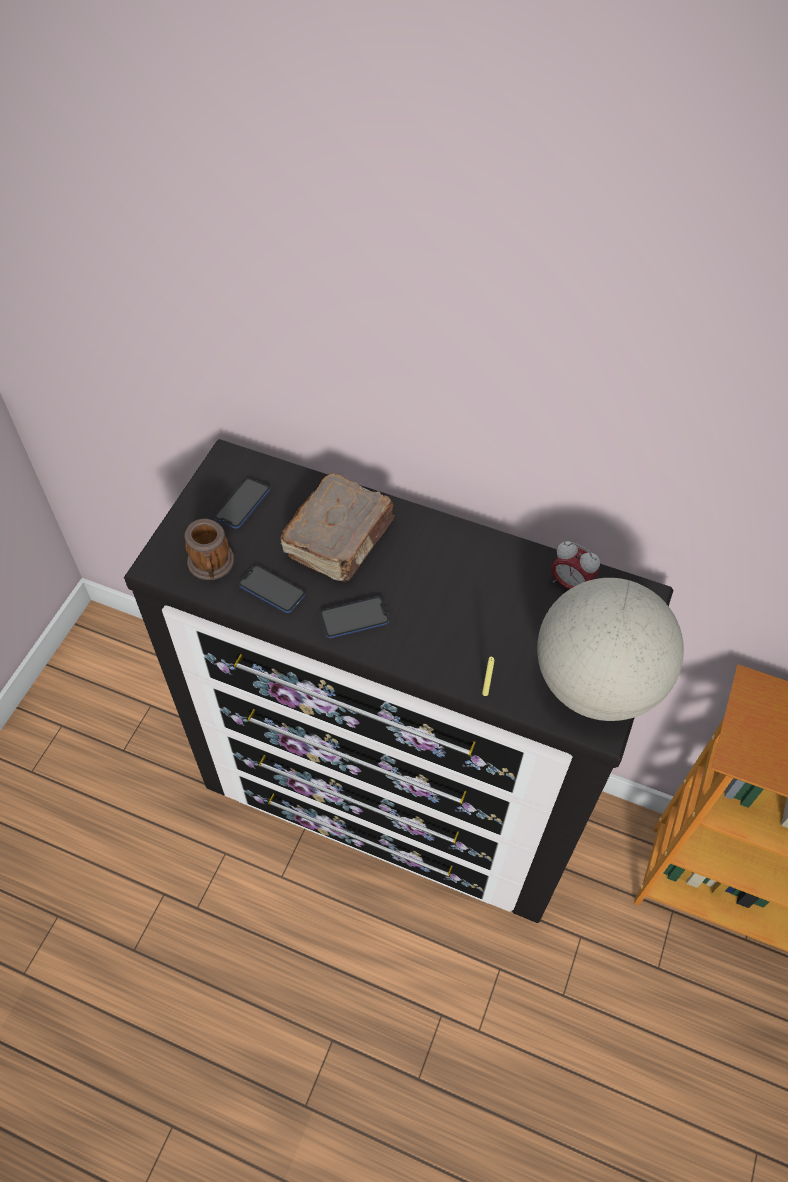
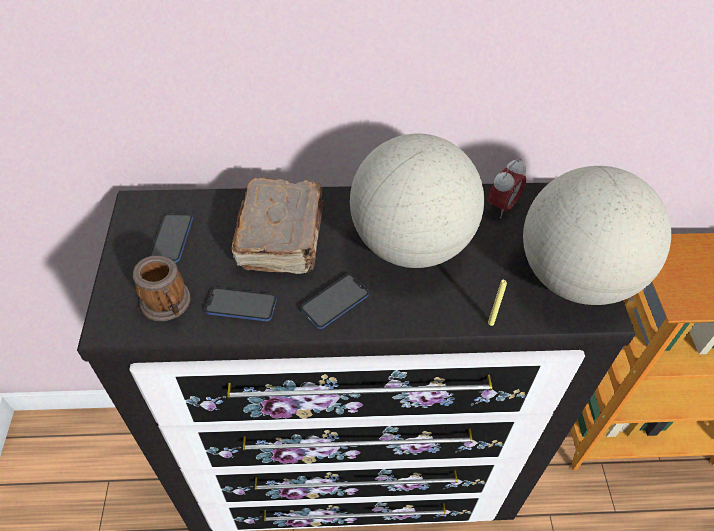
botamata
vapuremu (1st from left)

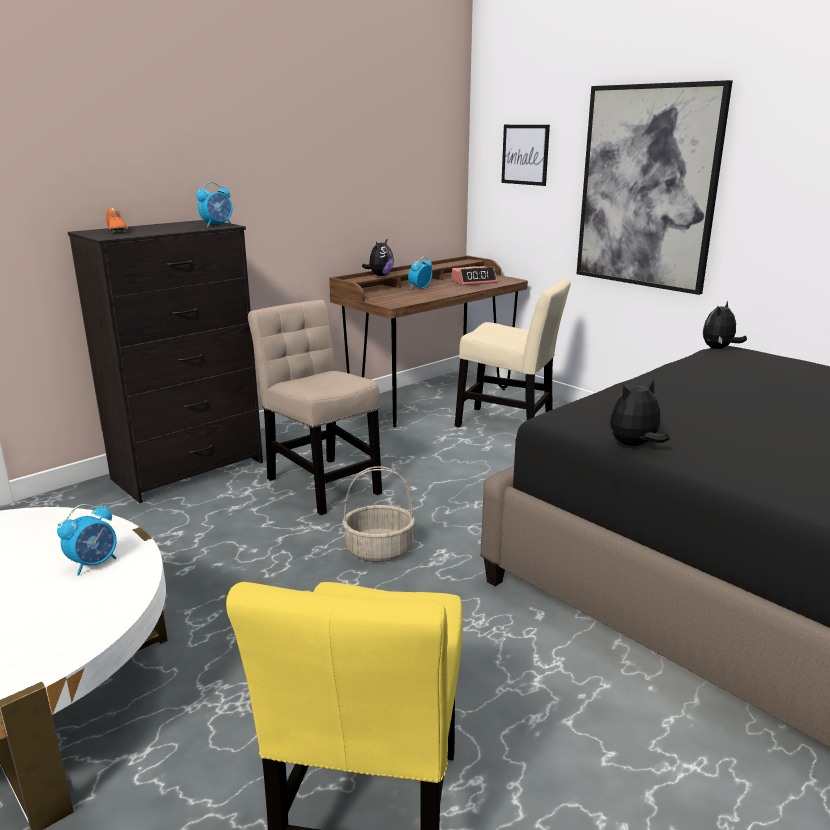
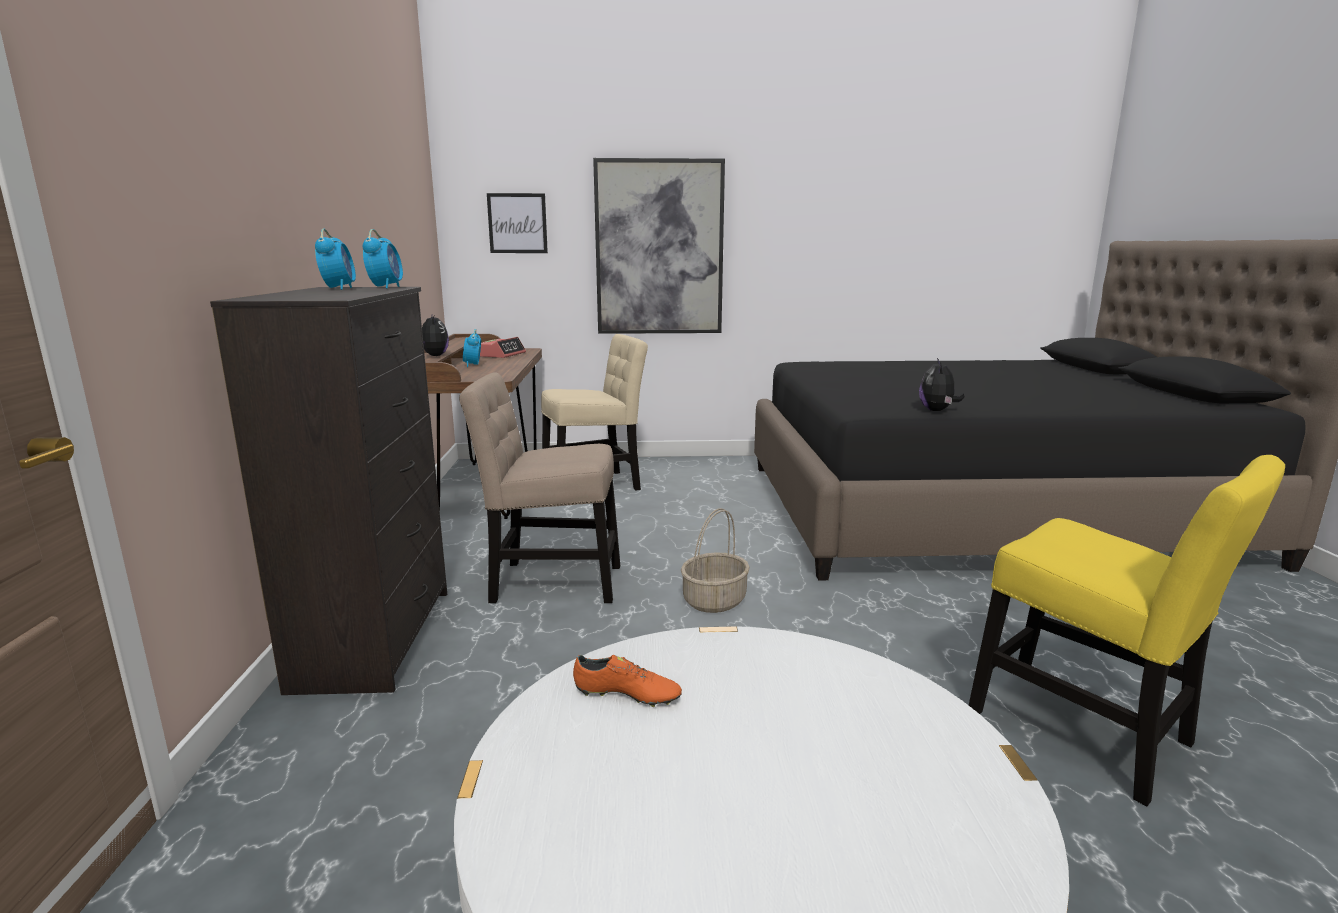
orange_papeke
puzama (3rd from left in the first image)
botamata (1st from left)

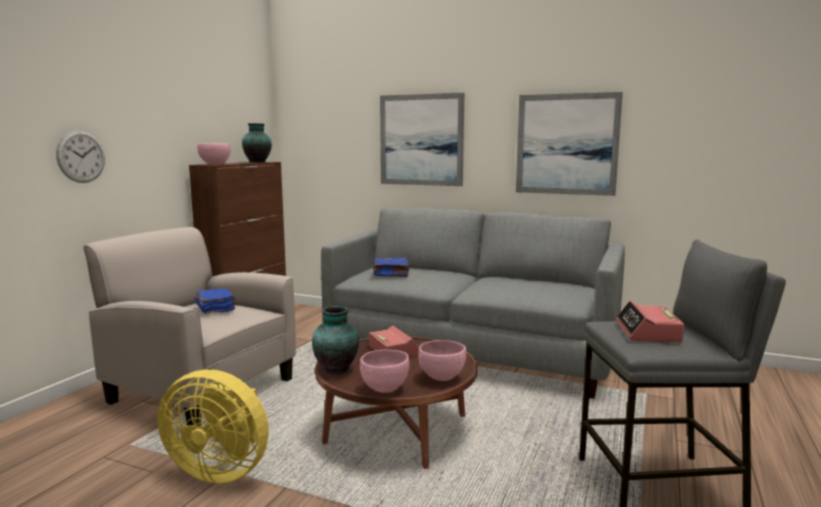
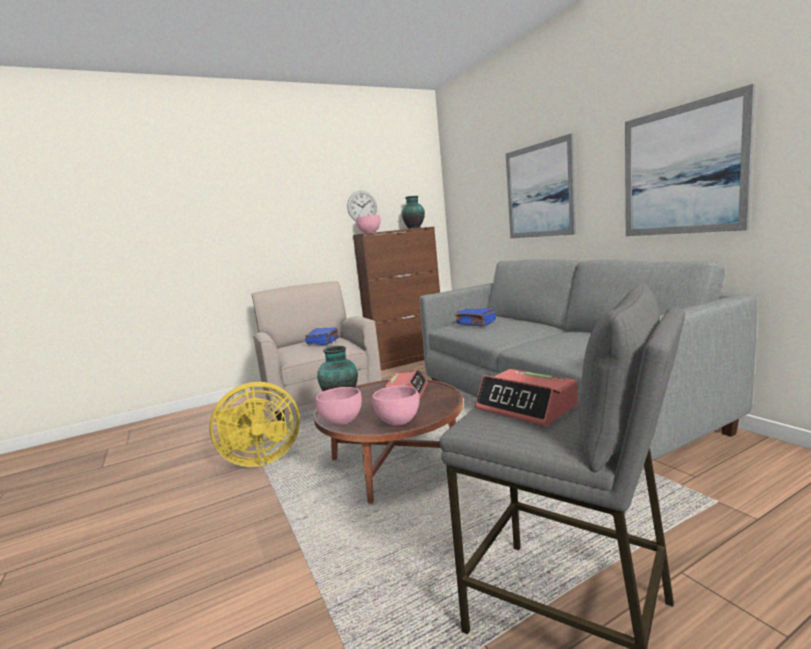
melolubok
botamata (2nd from left)
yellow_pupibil

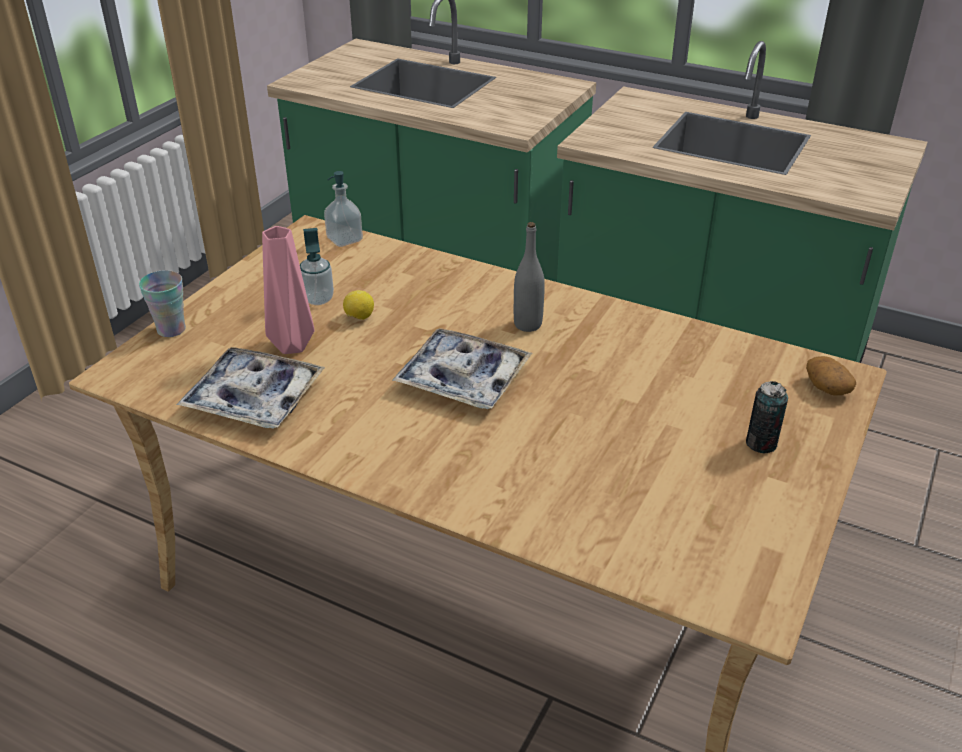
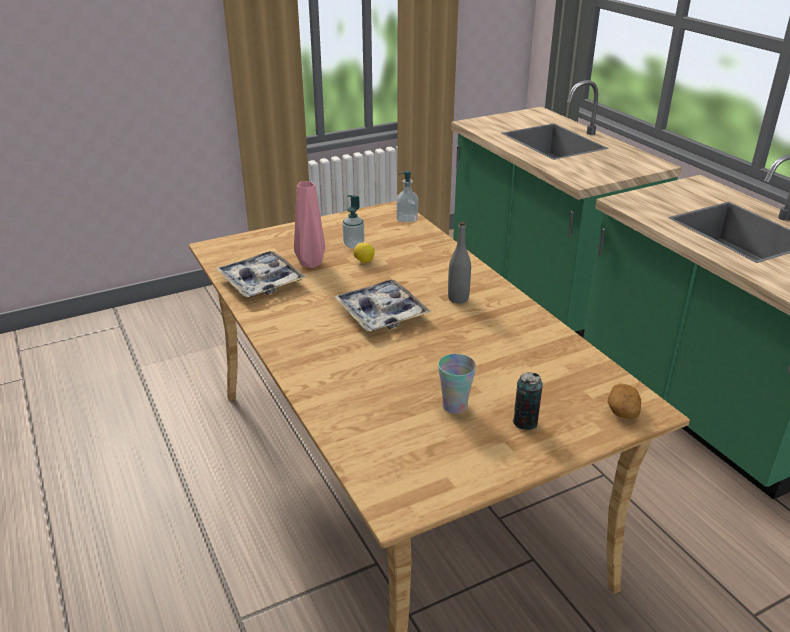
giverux

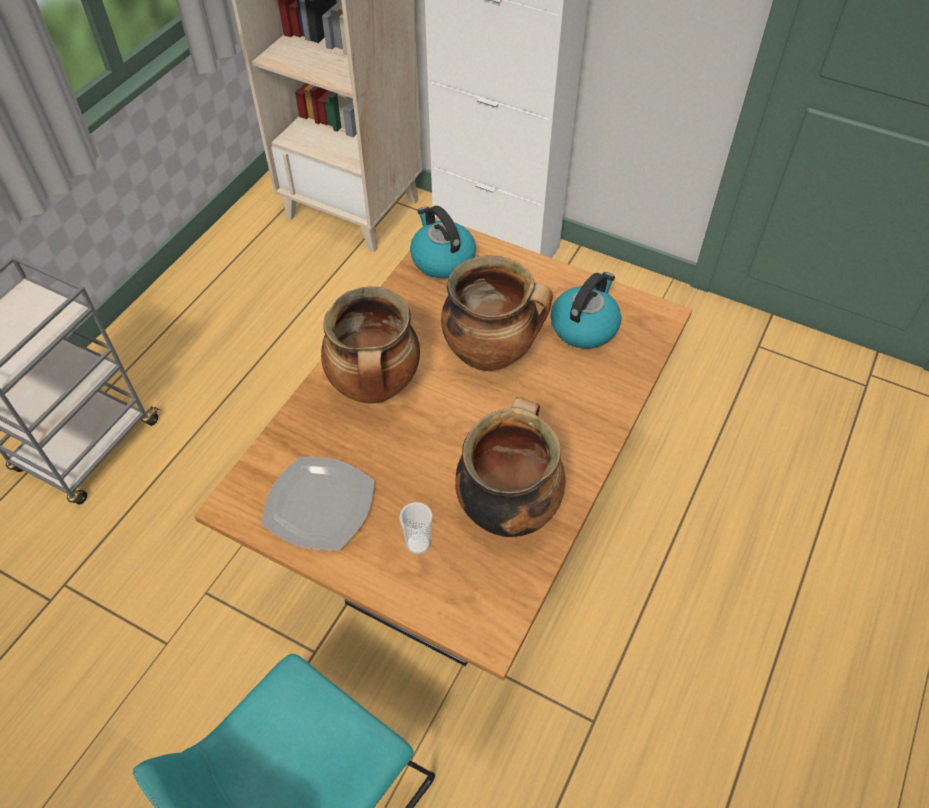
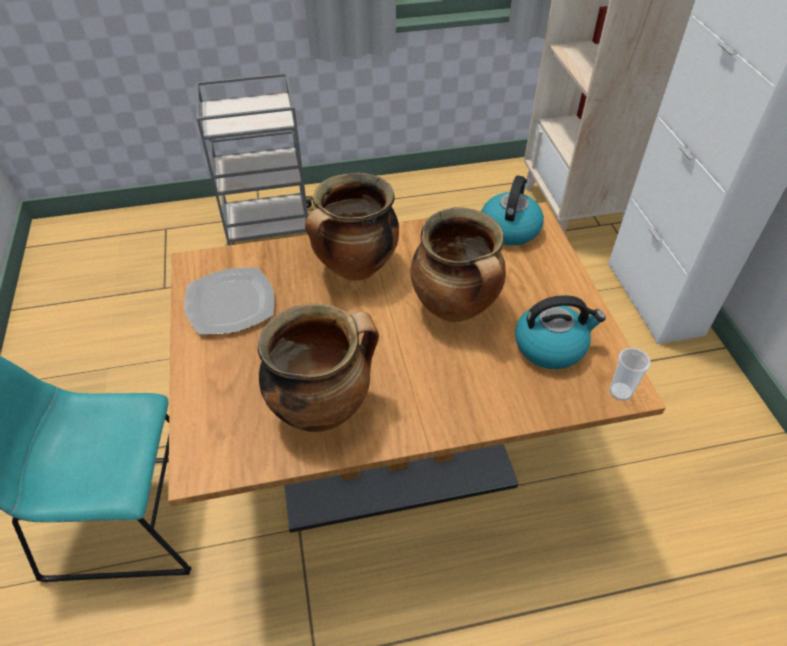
giverux

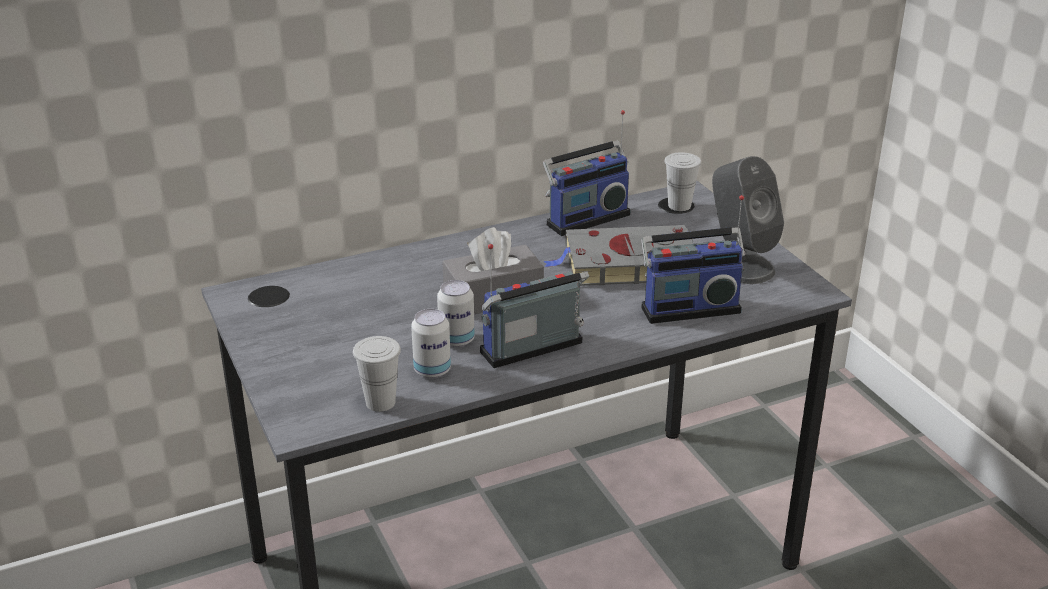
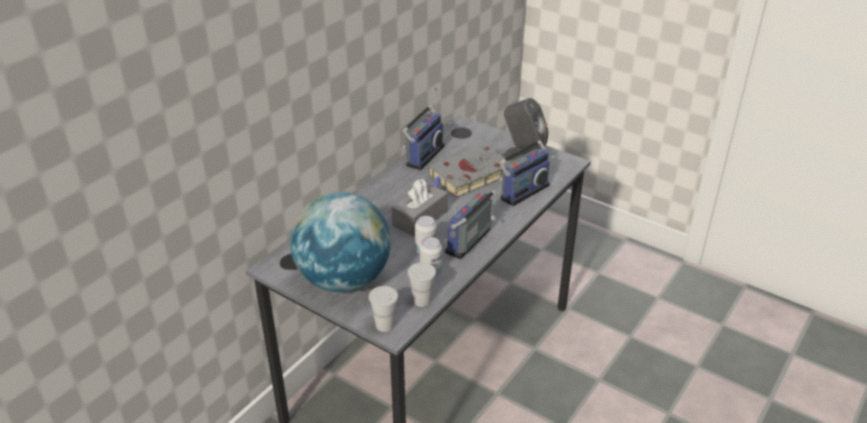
white_giverux (1st from left)
vapuremu

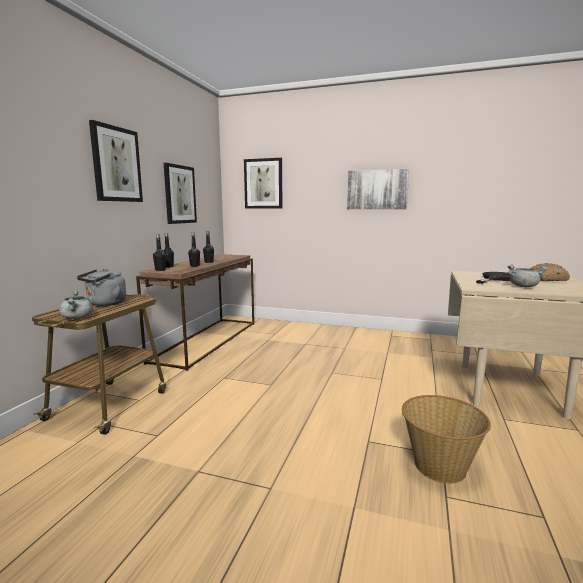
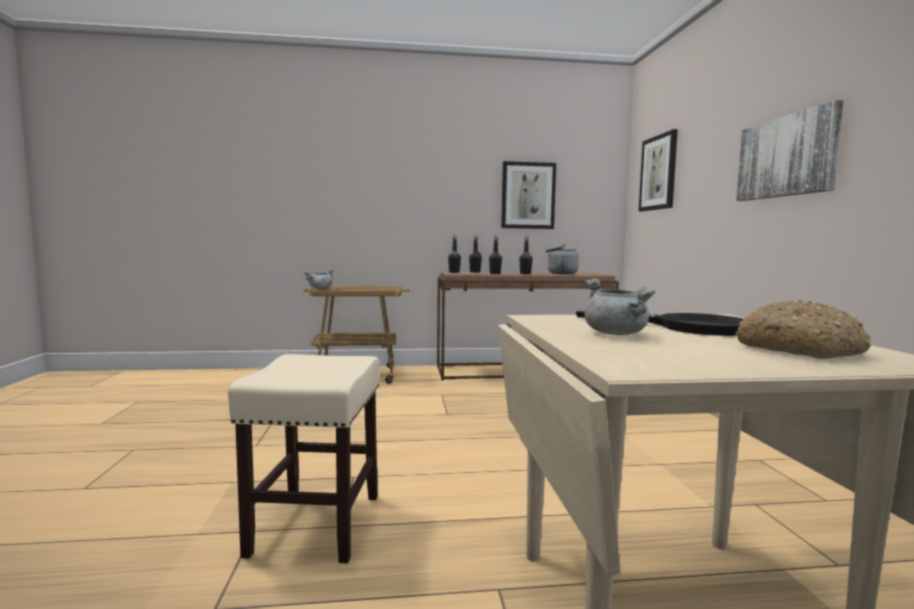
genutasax (1st from left in the first image)
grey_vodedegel
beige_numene

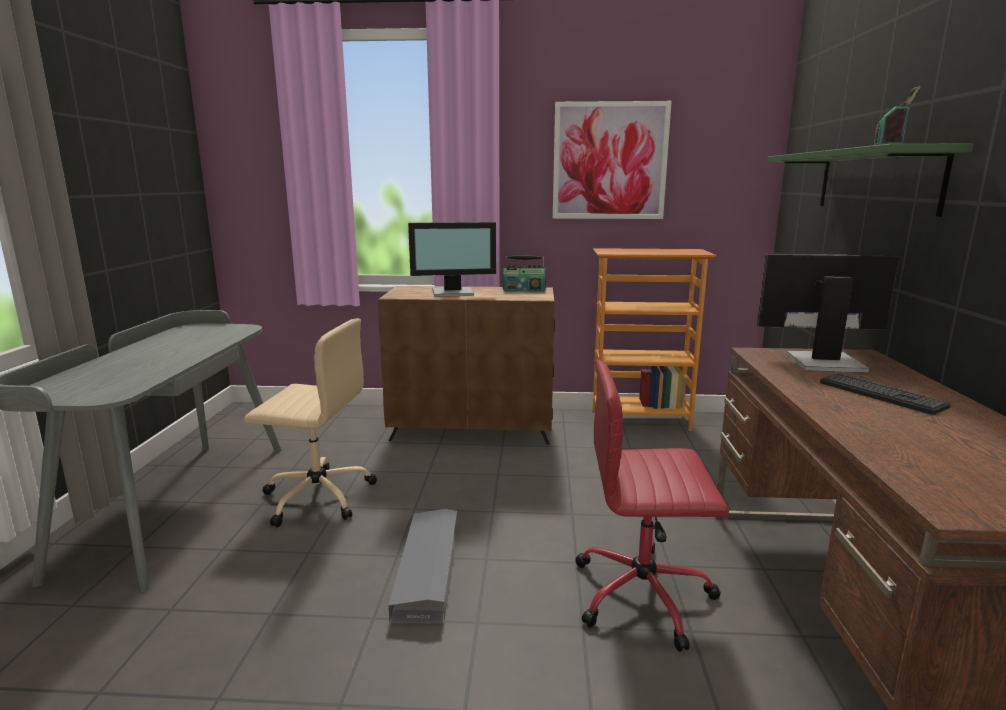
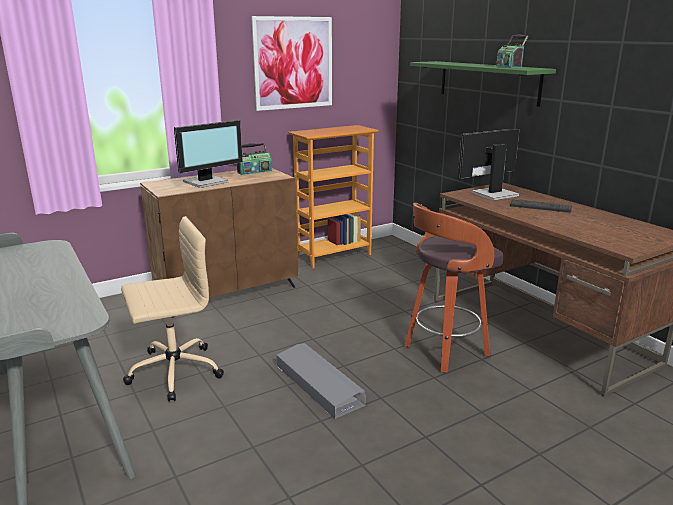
numene

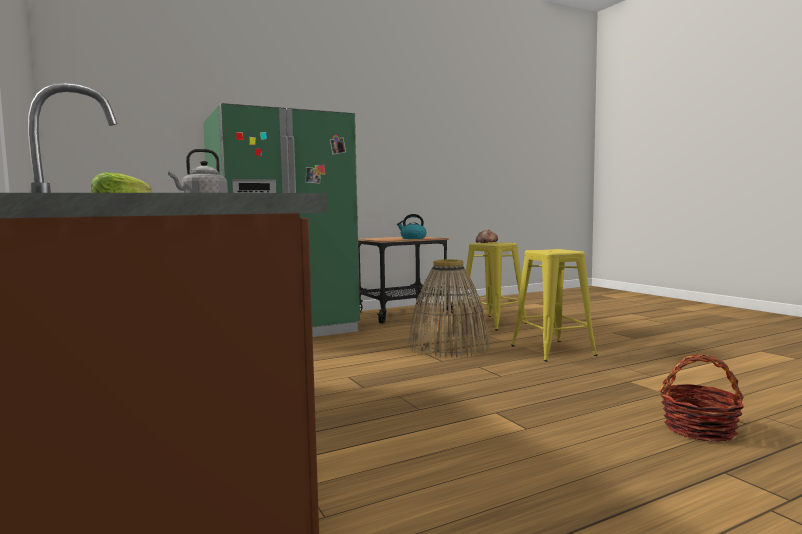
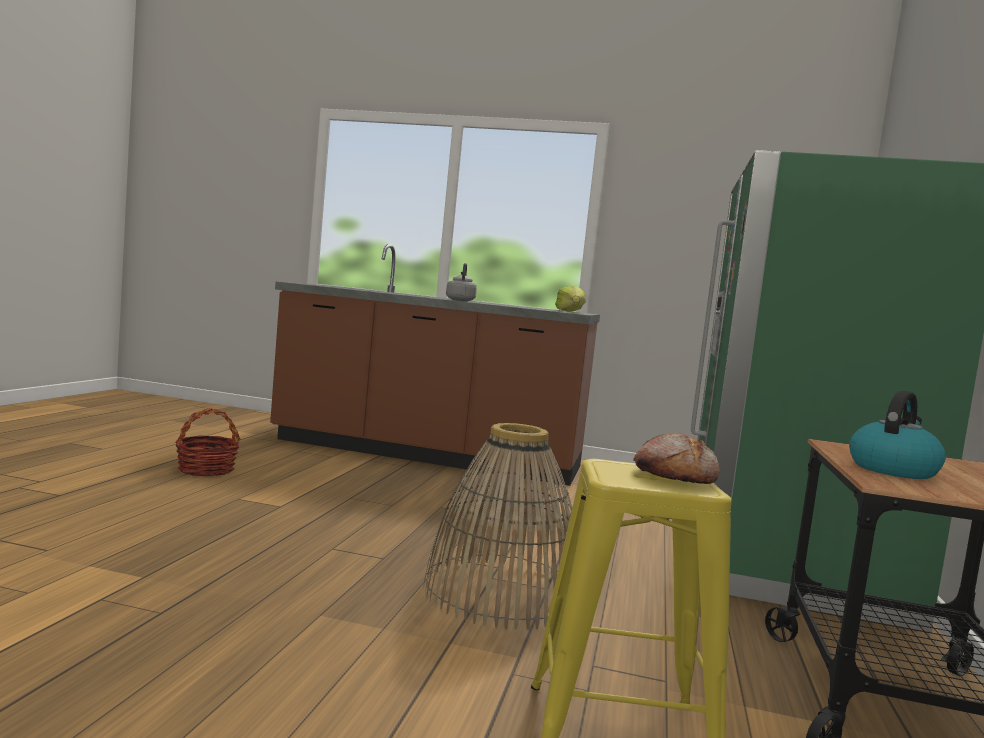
yellow_numene (2nd from left in the first image)
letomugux (1st from left)

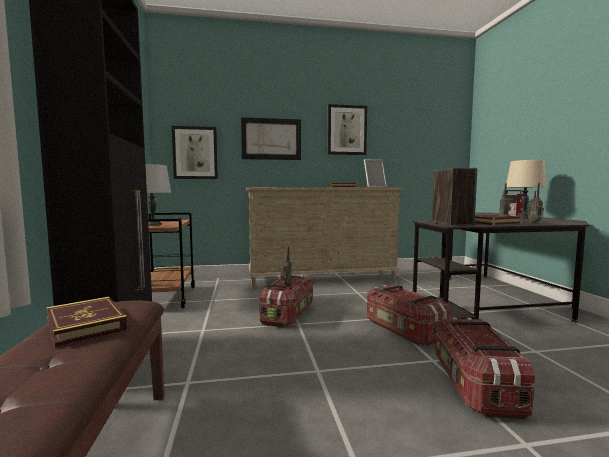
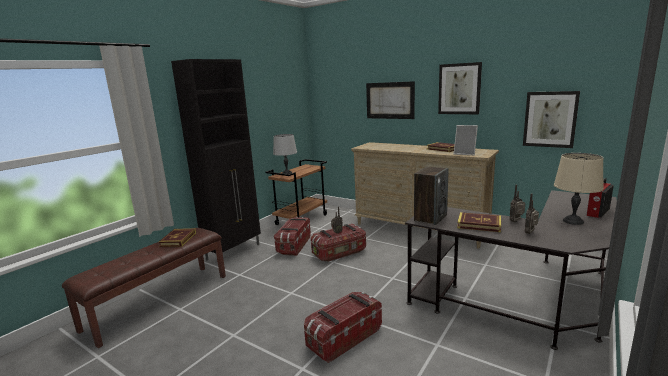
genutasax (3rd from left)
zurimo (1st from left)

